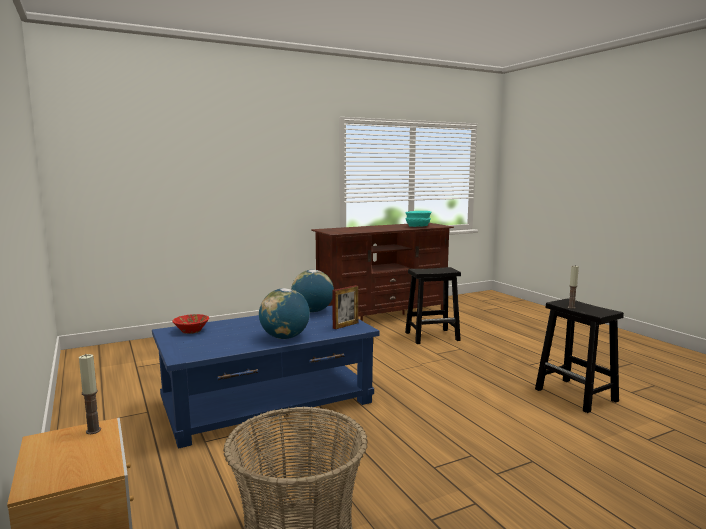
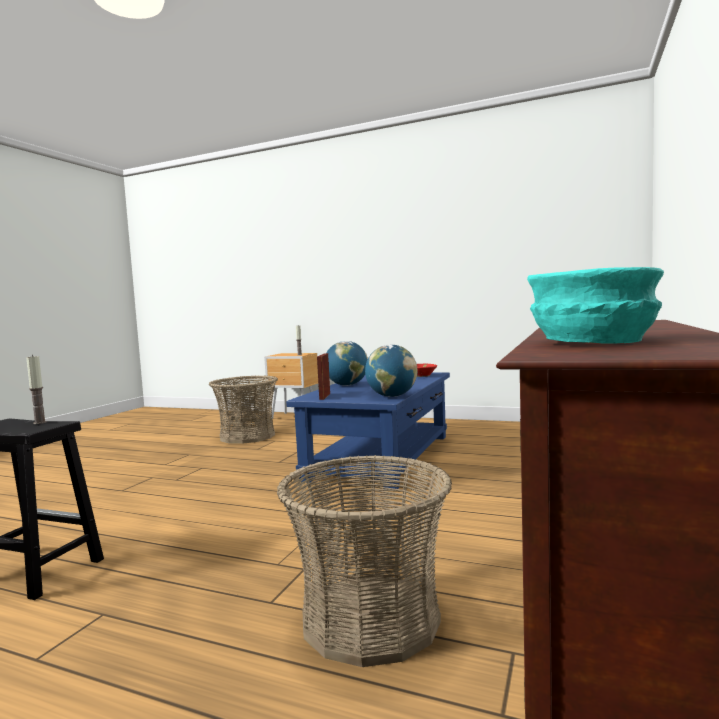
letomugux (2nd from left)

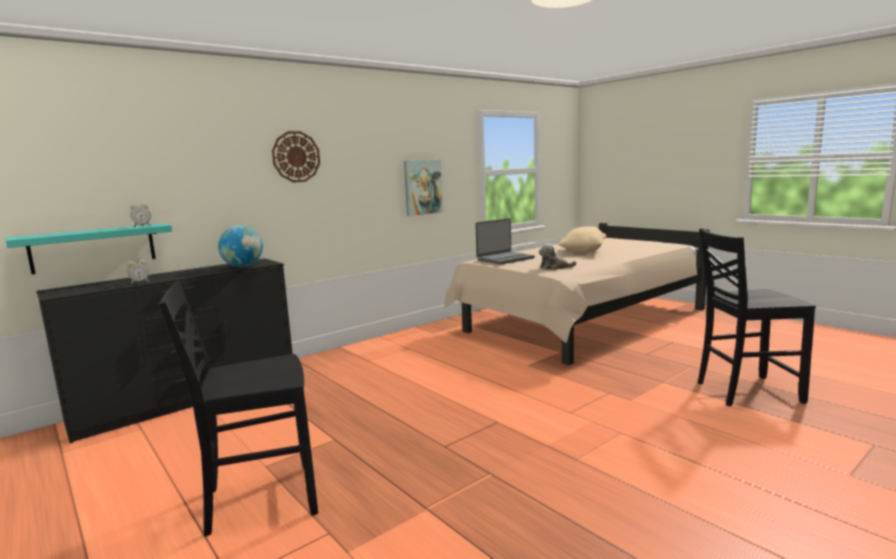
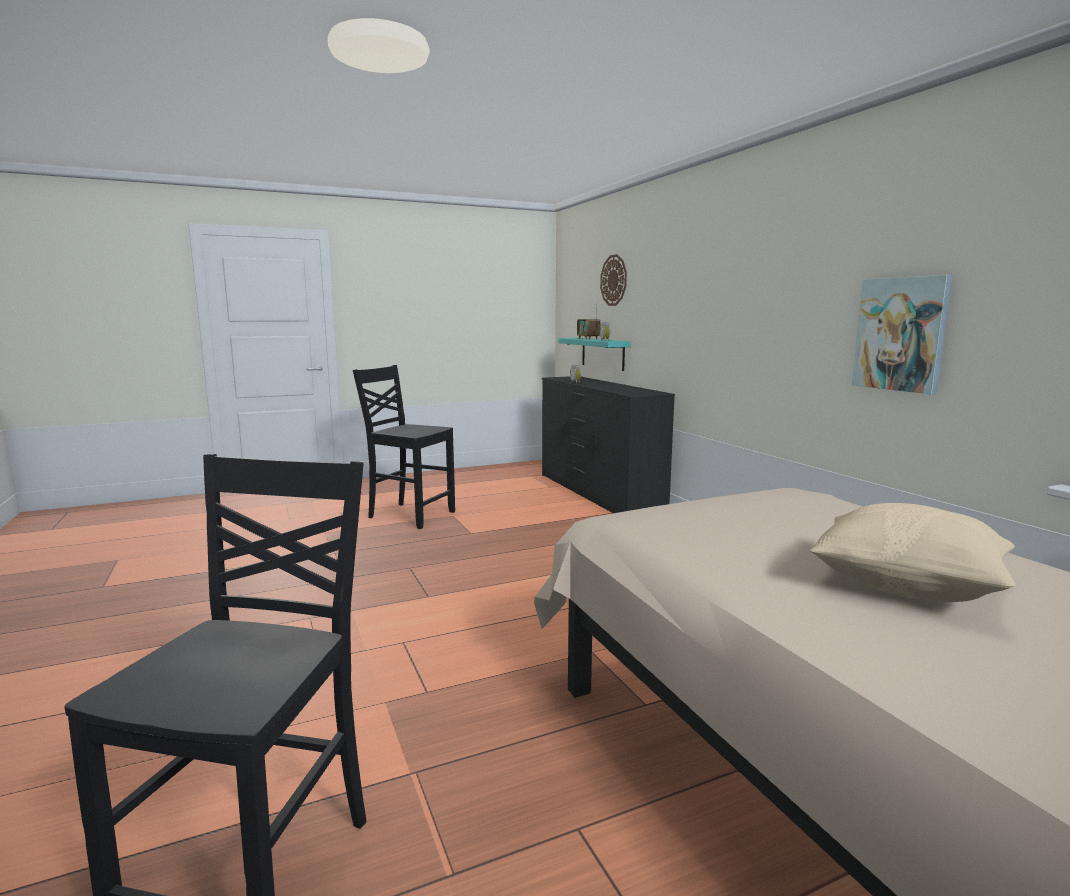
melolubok
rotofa
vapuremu
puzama
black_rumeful (2nd from left)
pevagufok

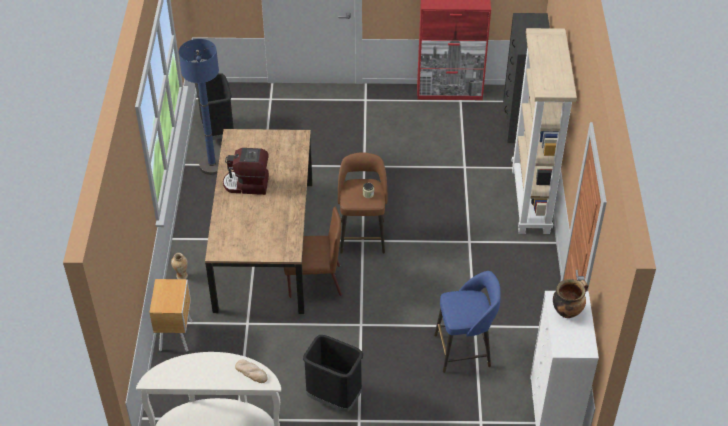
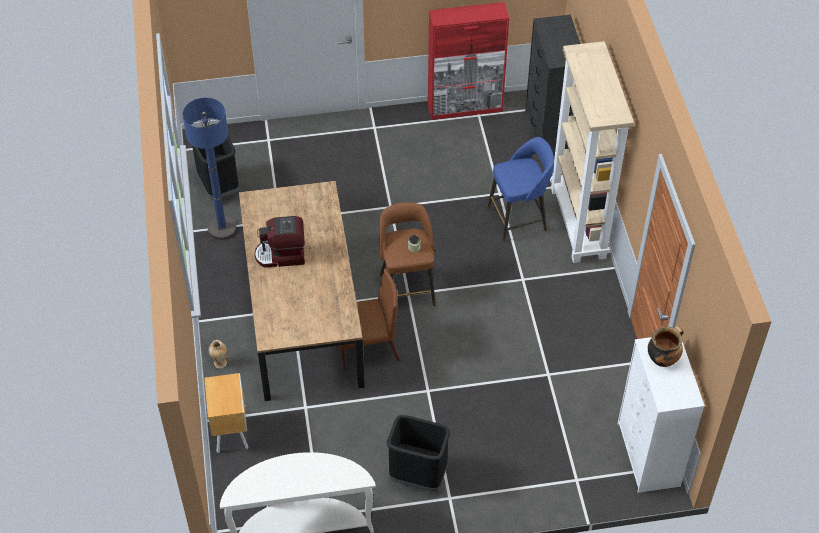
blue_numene
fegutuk

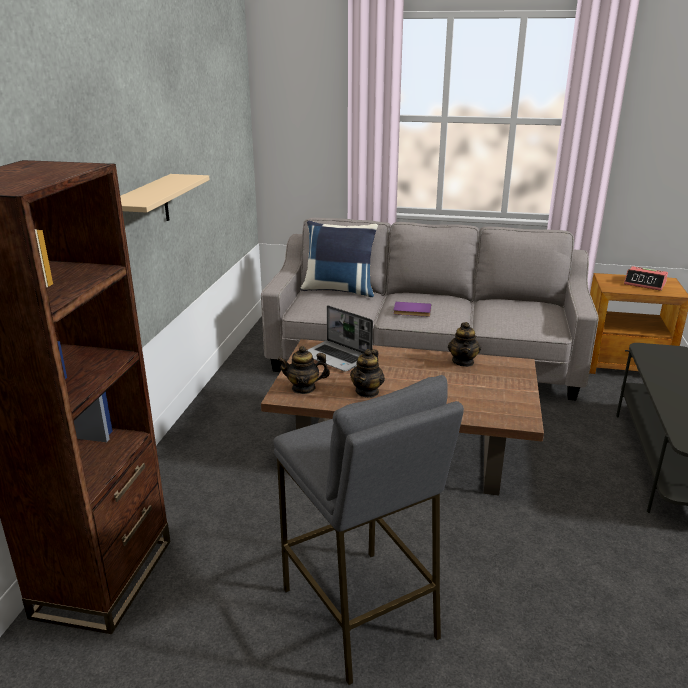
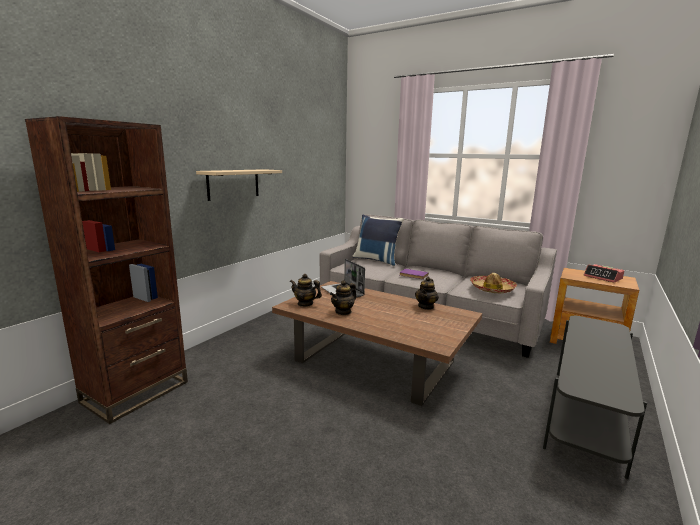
grey_numene
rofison

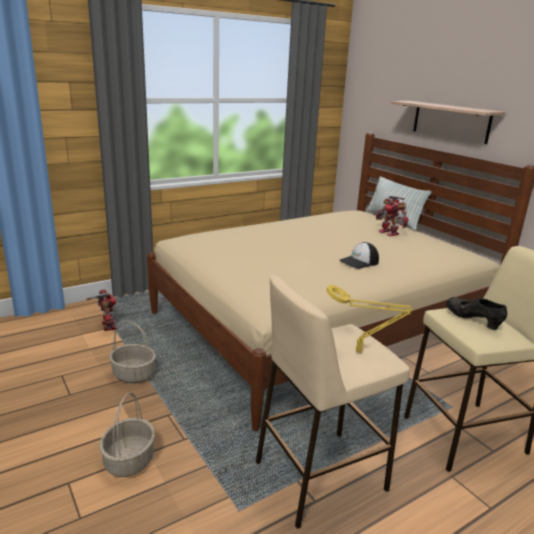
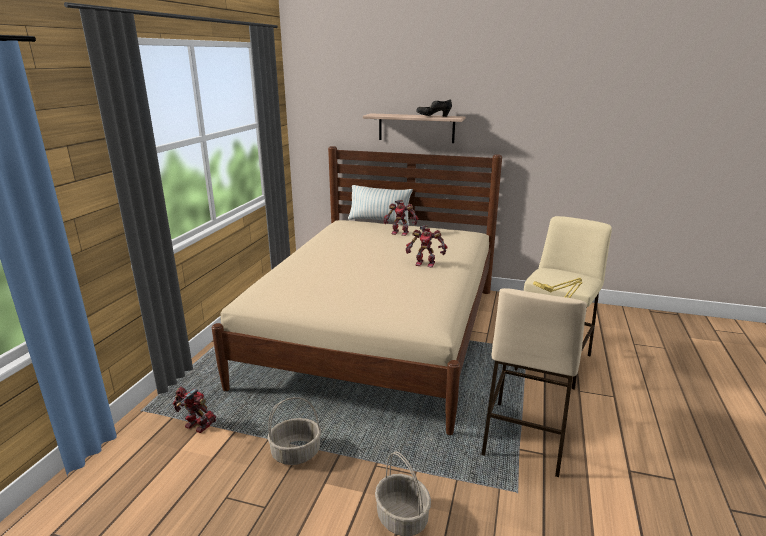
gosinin (3rd from left)
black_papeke

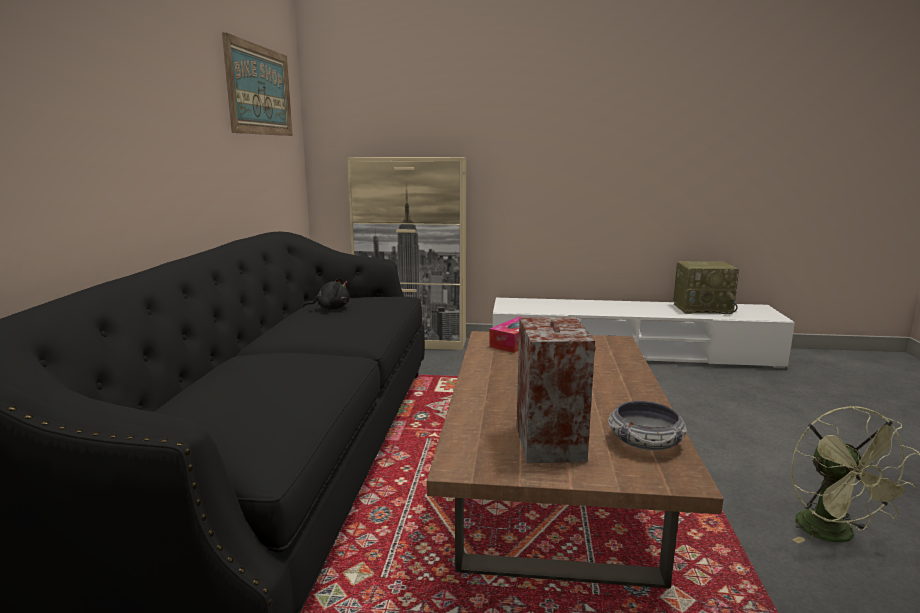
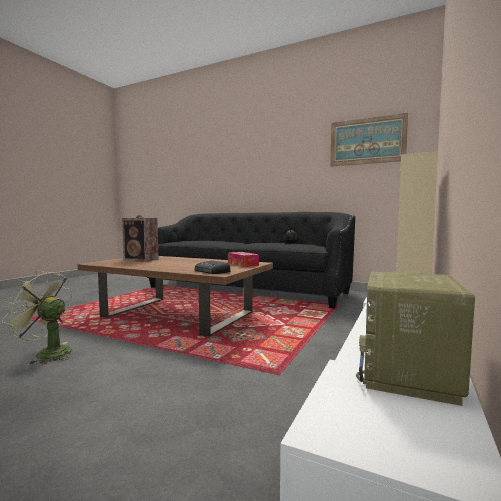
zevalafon
pevagufok (1st from left)

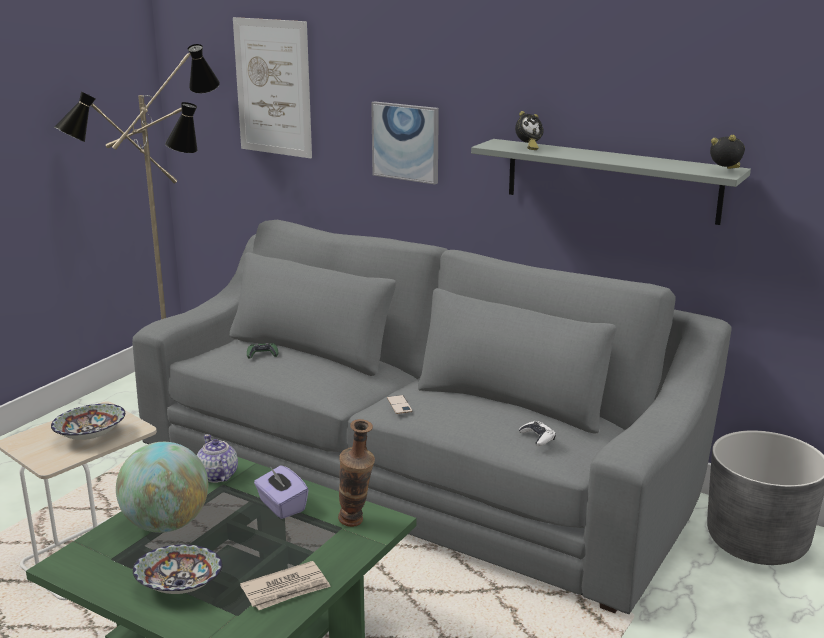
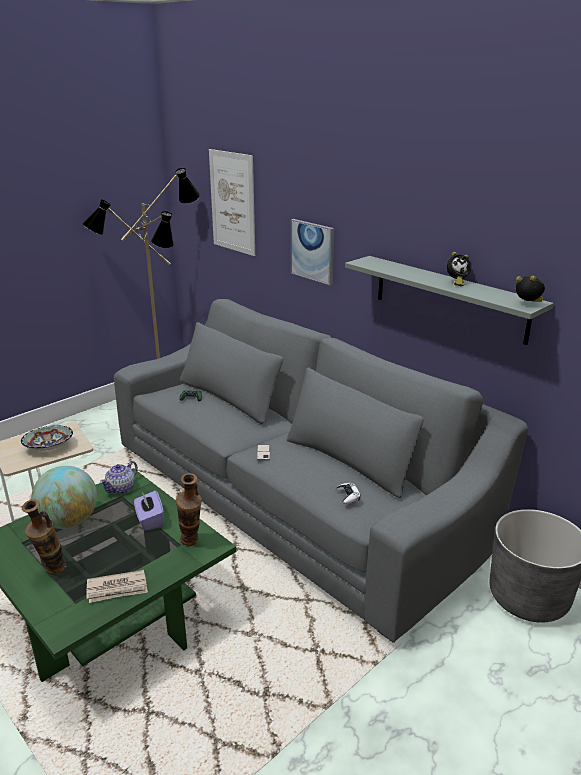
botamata (1st from left)
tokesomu
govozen (1st from left)

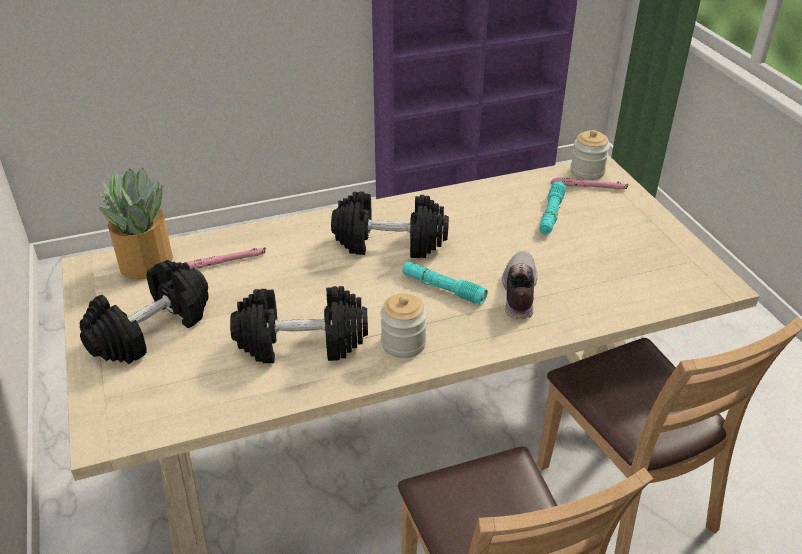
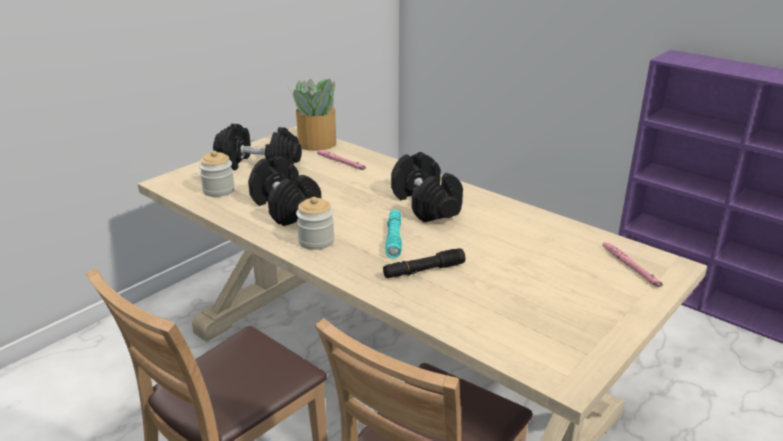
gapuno (1st from left)
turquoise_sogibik (2nd from left in the first image)
black_sogibik

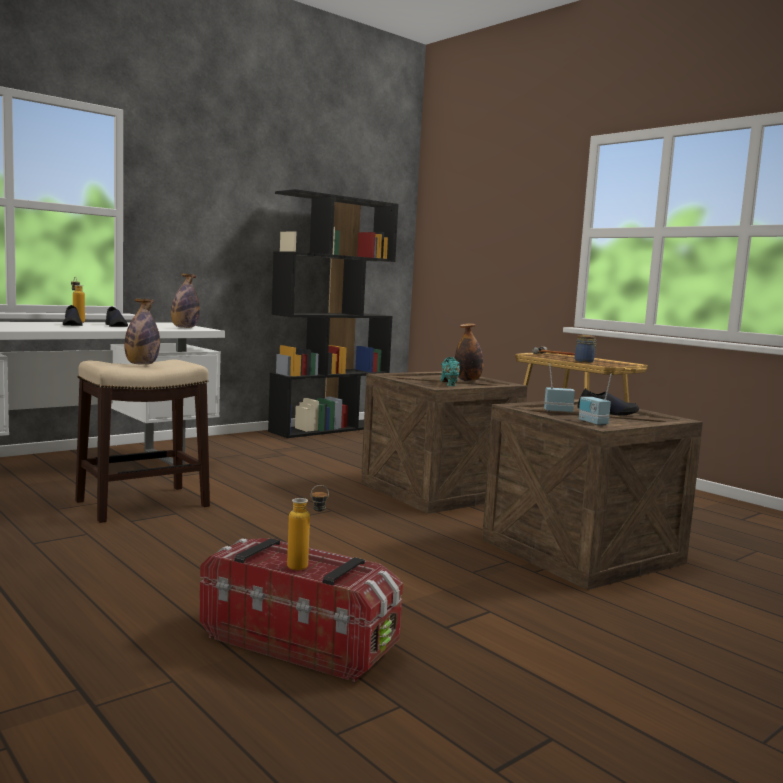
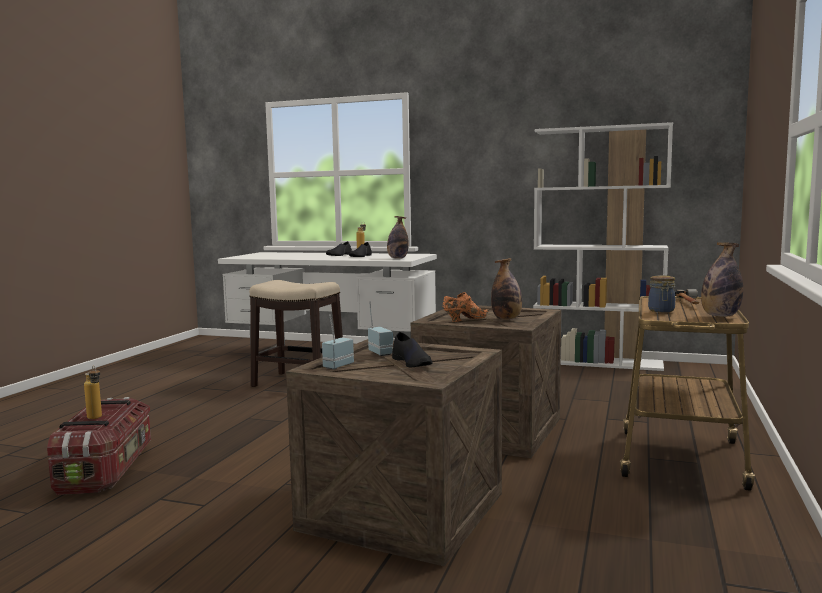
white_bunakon
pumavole (5th from left)
orange_papeke

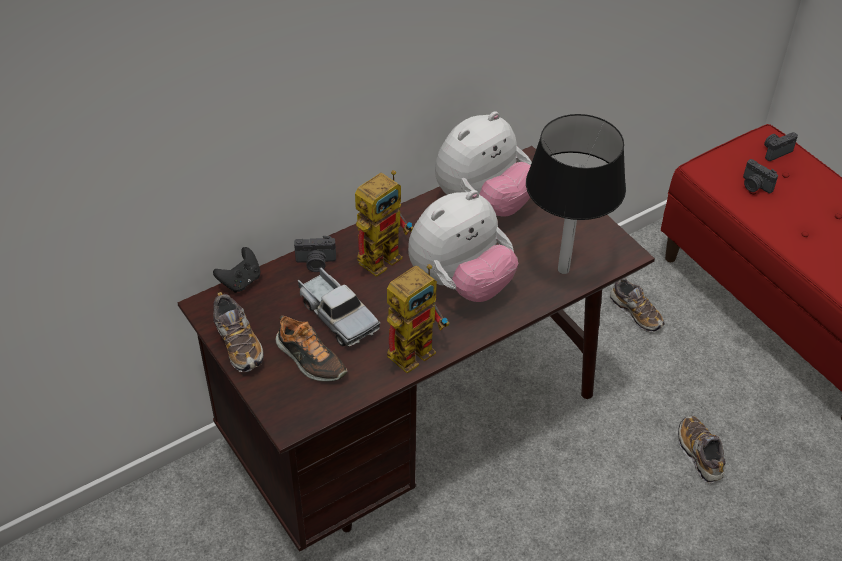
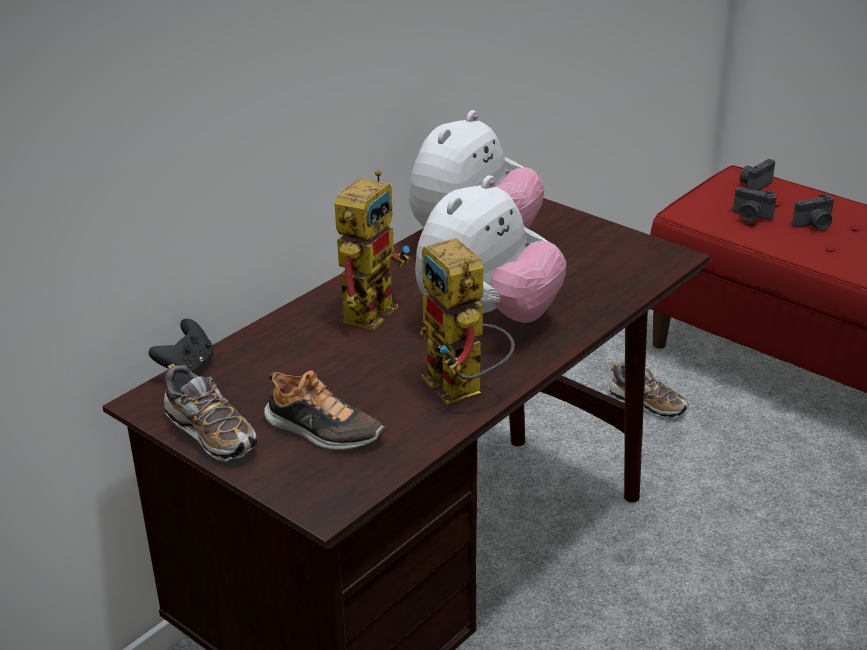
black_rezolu
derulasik (3rd from left)
gosinin (2nd from left)
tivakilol
papeke (4th from left in the first image)

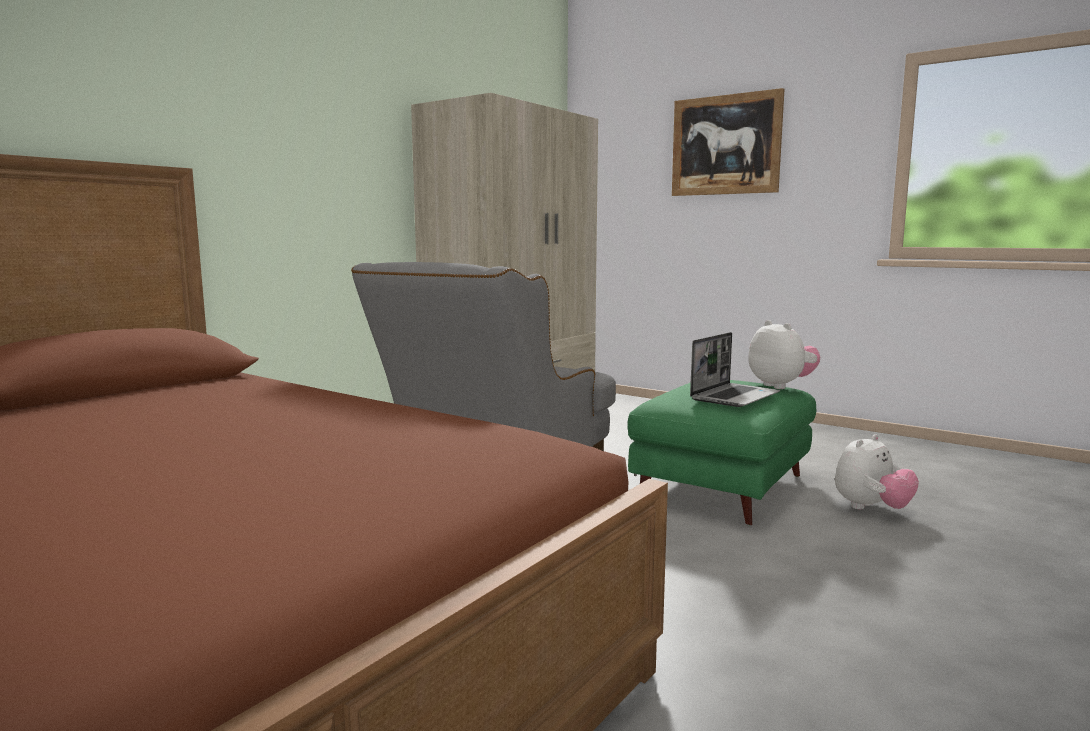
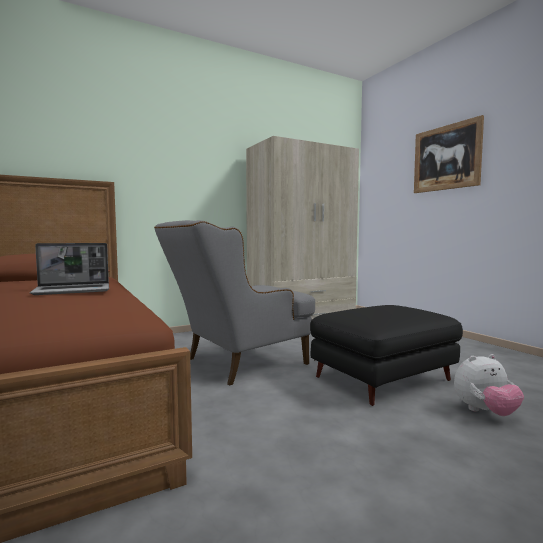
puzama (1st from left in the first image)
rotofa
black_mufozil

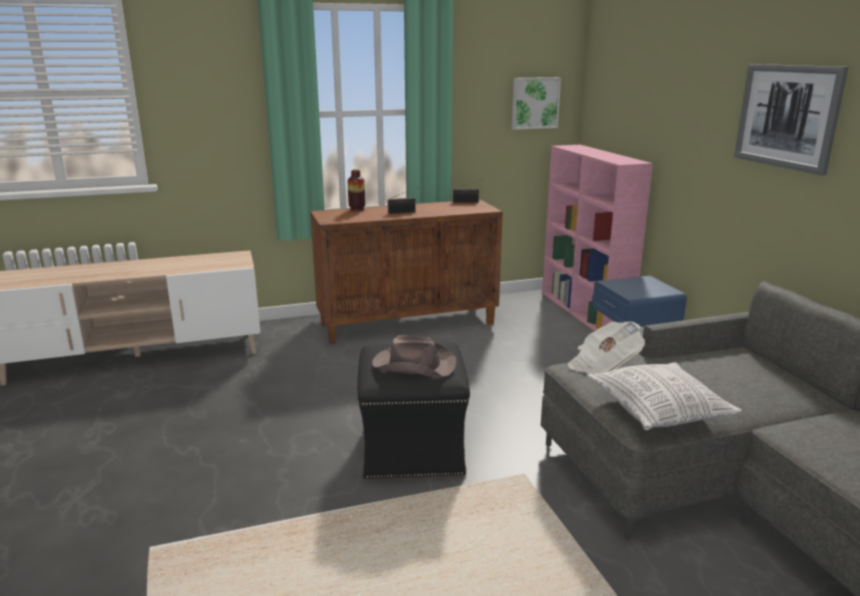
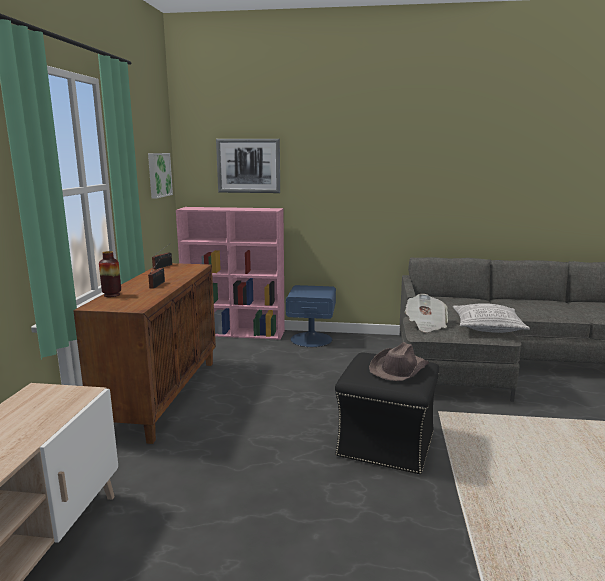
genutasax (2nd from left)

